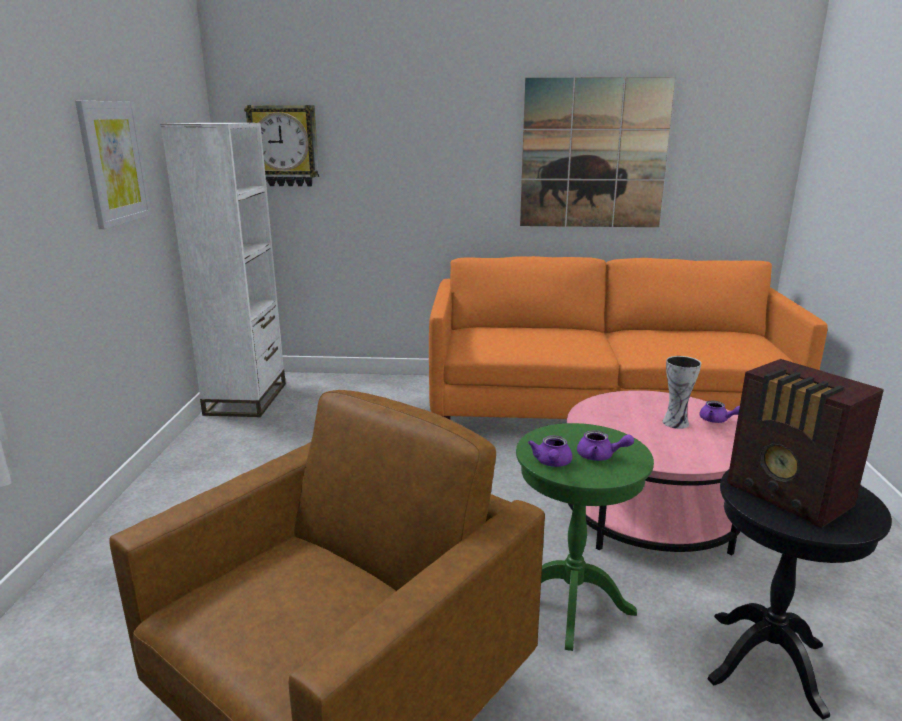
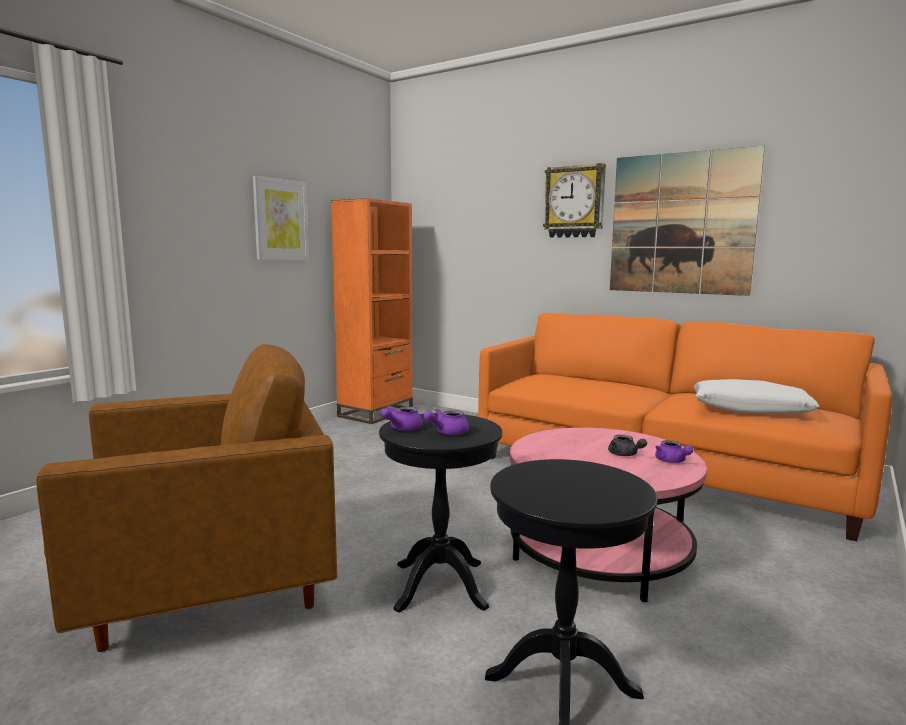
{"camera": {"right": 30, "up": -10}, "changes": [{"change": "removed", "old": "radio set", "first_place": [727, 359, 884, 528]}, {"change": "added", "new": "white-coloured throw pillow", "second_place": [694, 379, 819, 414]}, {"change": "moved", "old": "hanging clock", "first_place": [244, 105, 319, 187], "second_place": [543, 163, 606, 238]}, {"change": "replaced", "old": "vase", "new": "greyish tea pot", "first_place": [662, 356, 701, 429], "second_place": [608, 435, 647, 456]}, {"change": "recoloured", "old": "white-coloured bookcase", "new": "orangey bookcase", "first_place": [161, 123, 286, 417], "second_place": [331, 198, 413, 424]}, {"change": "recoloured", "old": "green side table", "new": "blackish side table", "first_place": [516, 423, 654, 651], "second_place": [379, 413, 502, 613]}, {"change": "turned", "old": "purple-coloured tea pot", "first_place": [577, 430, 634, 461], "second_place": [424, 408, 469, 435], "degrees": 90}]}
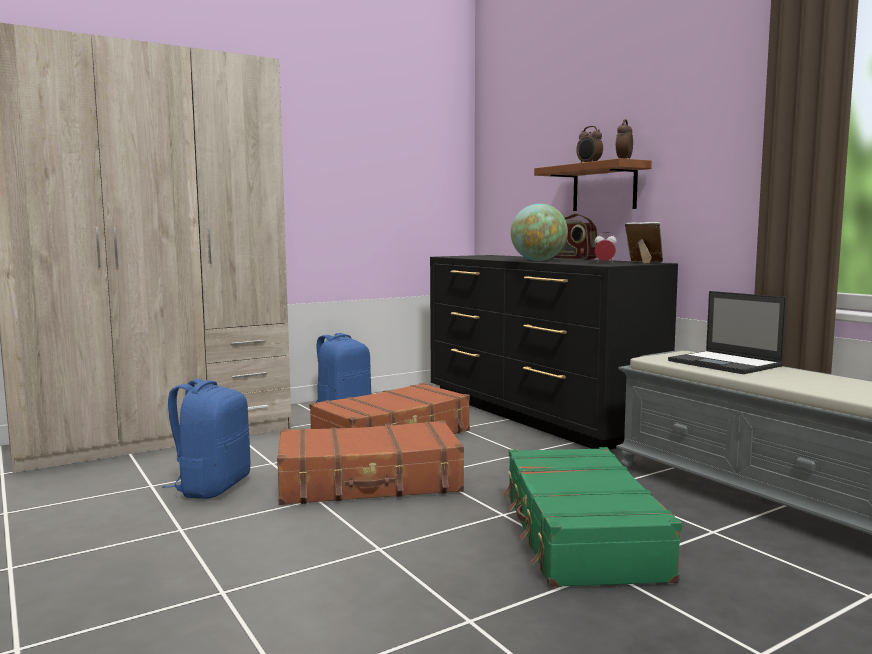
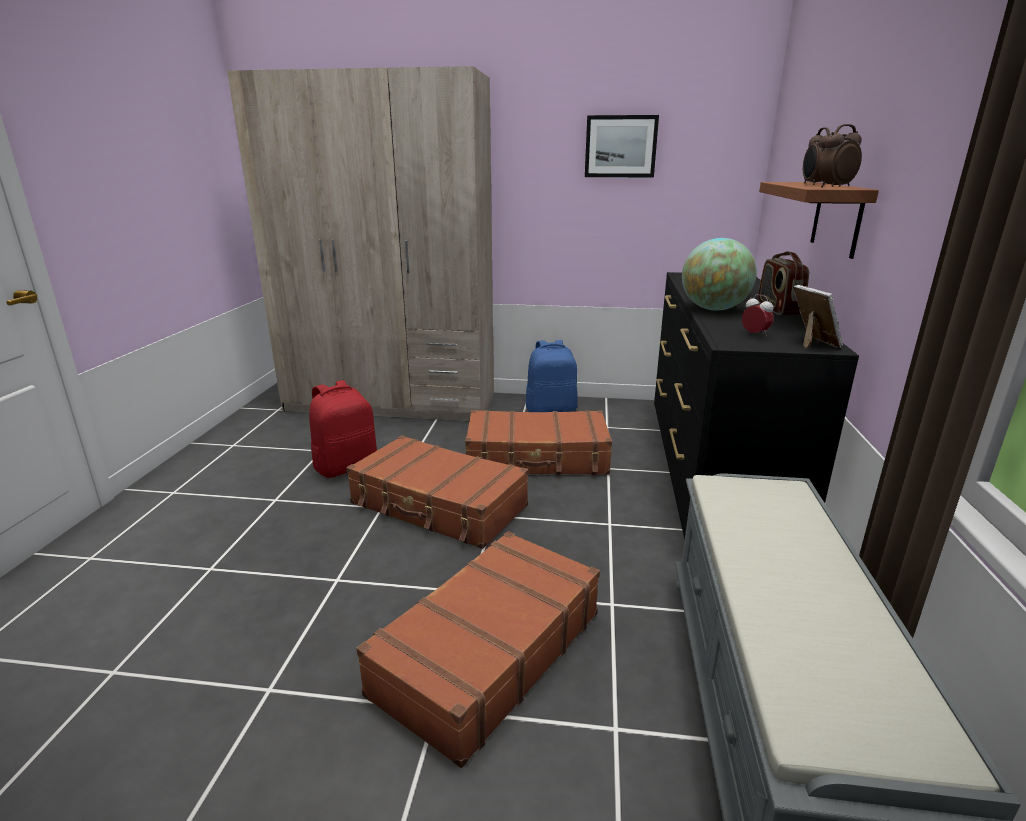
{"camera": {"right": 40, "up": 15}, "changes": [{"change": "removed", "old": "portable computer", "first_place": [668, 291, 787, 374]}, {"change": "added", "new": "wall picture", "second_place": [585, 115, 659, 177]}, {"change": "recoloured", "old": "blue-coloured knapsack", "new": "red knapsack", "first_place": [162, 379, 250, 499], "second_place": [309, 380, 377, 478]}, {"change": "recoloured", "old": "green piece of luggage", "new": "brownish piece of luggage", "first_place": [503, 447, 682, 587], "second_place": [356, 531, 600, 768]}]}
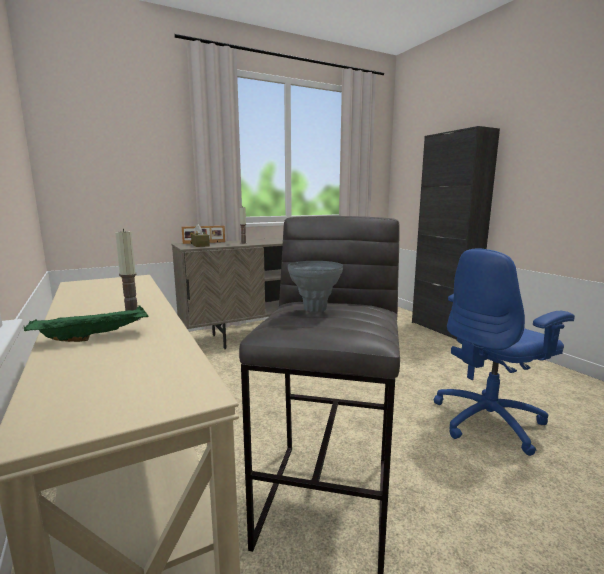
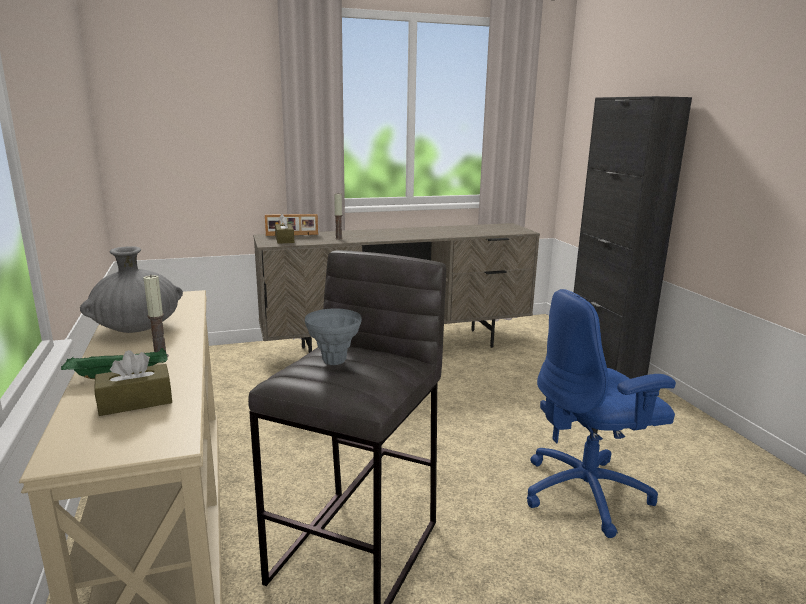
{"camera": {"right": 10, "up": 5}, "changes": [{"change": "added", "new": "greyish vase", "second_place": [80, 246, 183, 333]}, {"change": "added", "new": "brownish tissue box", "second_place": [94, 350, 172, 416]}]}
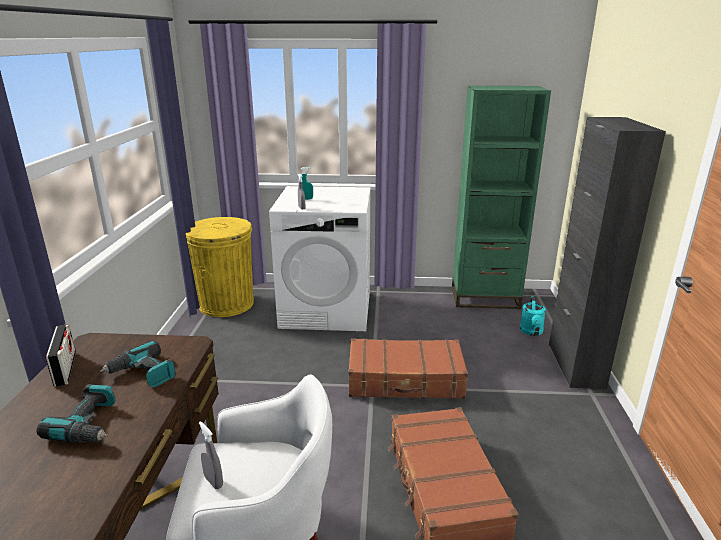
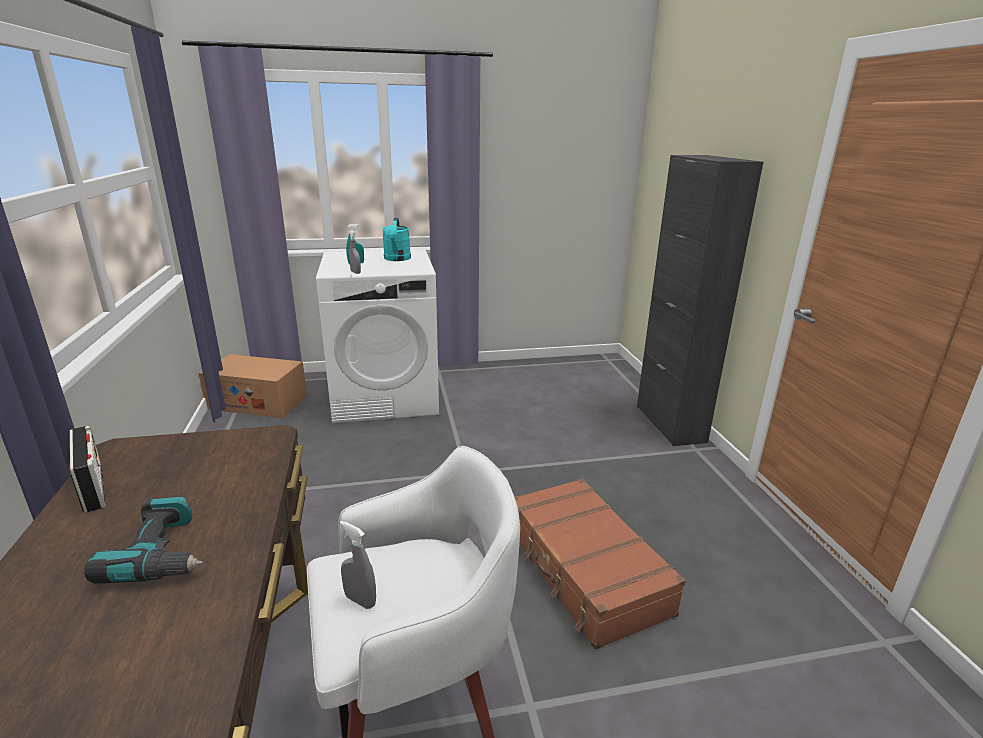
{"camera": {"right": -15, "up": 0}, "changes": [{"change": "removed", "old": "drill", "first_place": [100, 341, 175, 388]}, {"change": "removed", "old": "brownish piece of luggage", "first_place": [348, 338, 468, 399]}, {"change": "removed", "old": "green bookcase", "first_place": [452, 86, 551, 309]}, {"change": "moved", "old": "blue-green watering can", "first_place": [520, 296, 546, 336], "second_place": [382, 218, 411, 261]}, {"change": "replaced", "old": "yellow-coloured trash can", "new": "packing box", "first_place": [186, 217, 254, 317], "second_place": [199, 354, 307, 418]}]}
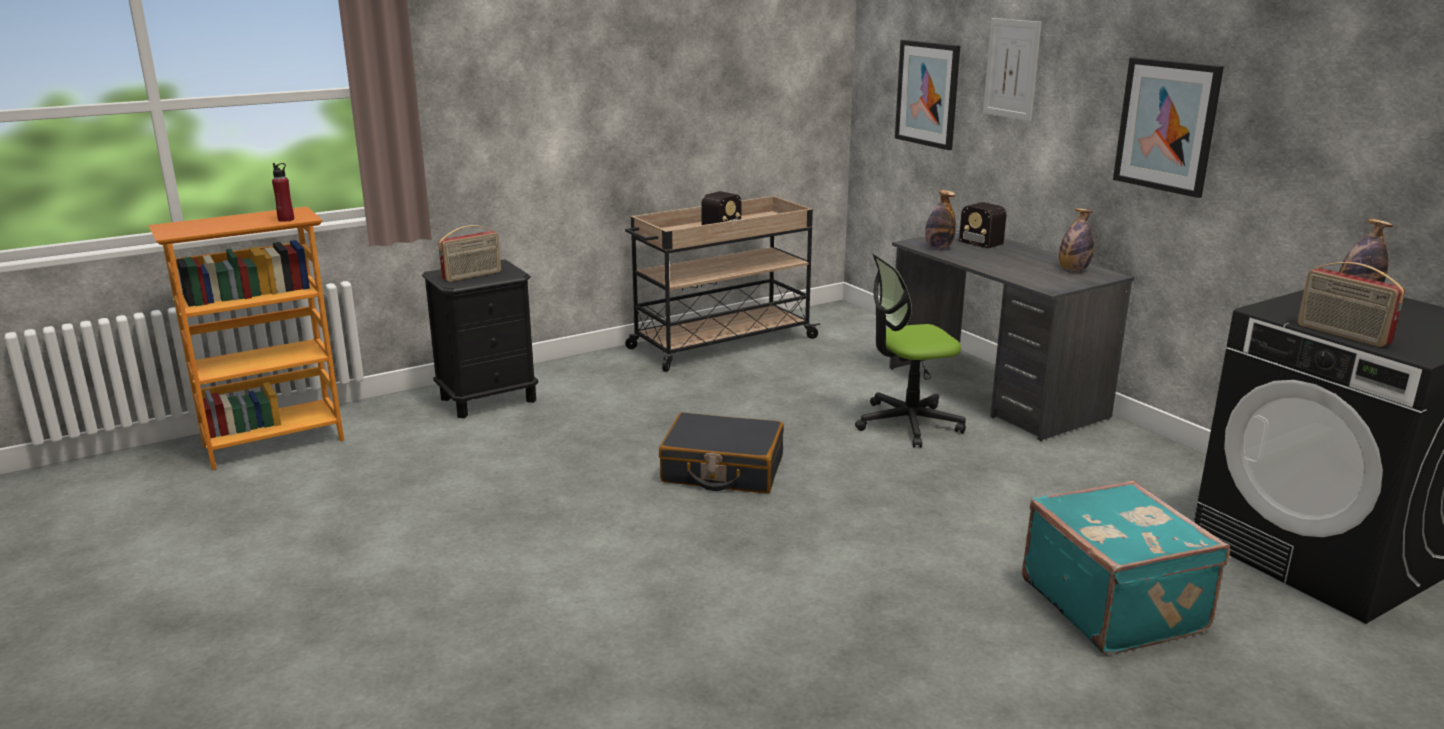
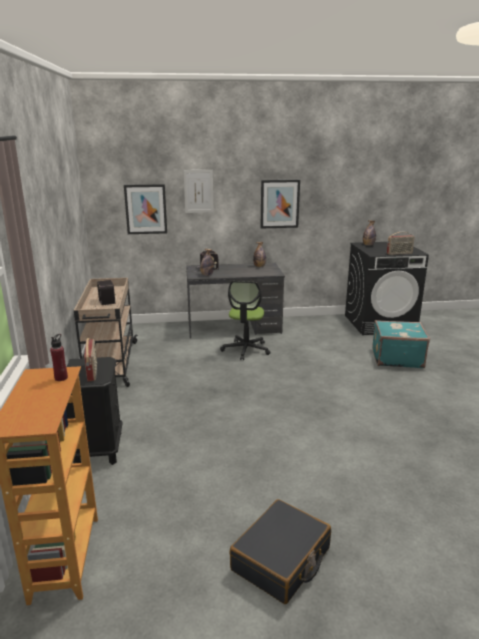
{"camera": {"right": -65, "up": 0}, "changes": [{"change": "moved", "old": "blackish piece of luggage", "first_place": [659, 412, 784, 493], "second_place": [230, 499, 331, 604]}]}
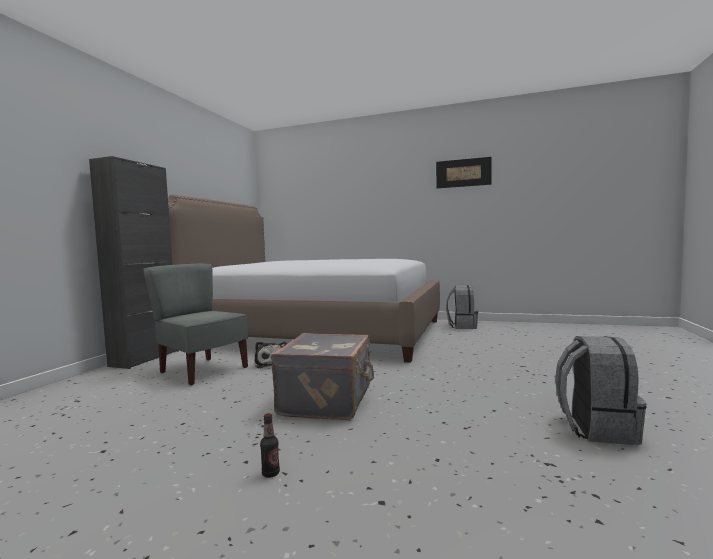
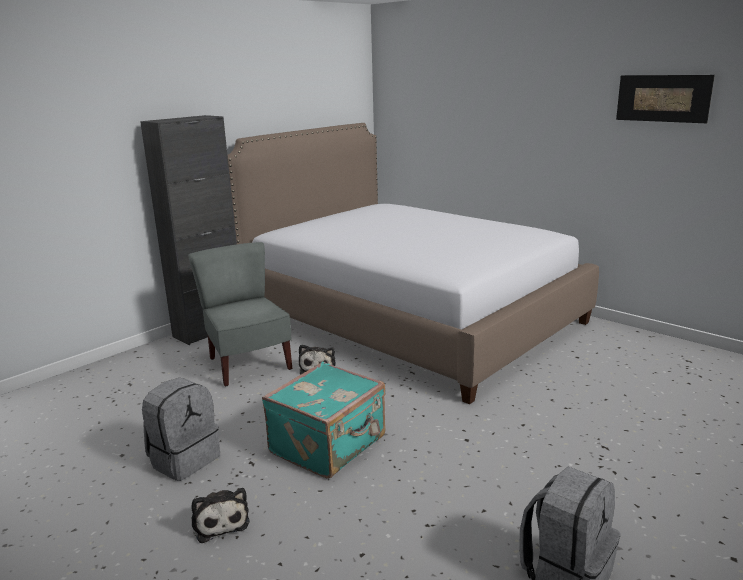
{"camera": {"right": 25, "up": 15}, "changes": [{"change": "moved", "old": "greyish knapsack", "first_place": [446, 285, 478, 329], "second_place": [142, 378, 220, 481]}, {"change": "replaced", "old": "bottle", "new": "plush toy", "first_place": [260, 413, 280, 478], "second_place": [191, 488, 250, 543]}, {"change": "recoloured", "old": "greyish piece of luggage", "new": "blue-green piece of luggage", "first_place": [271, 333, 374, 420], "second_place": [262, 362, 385, 479]}]}
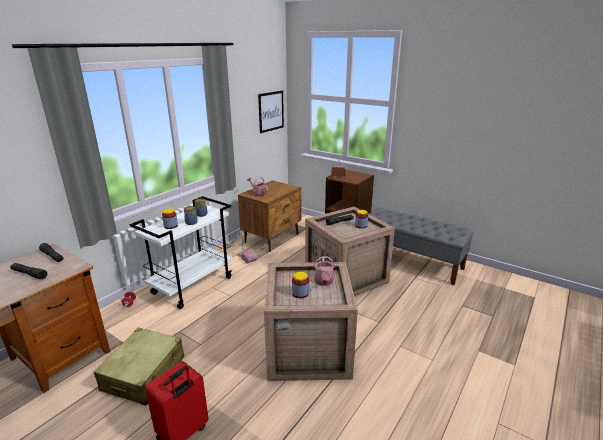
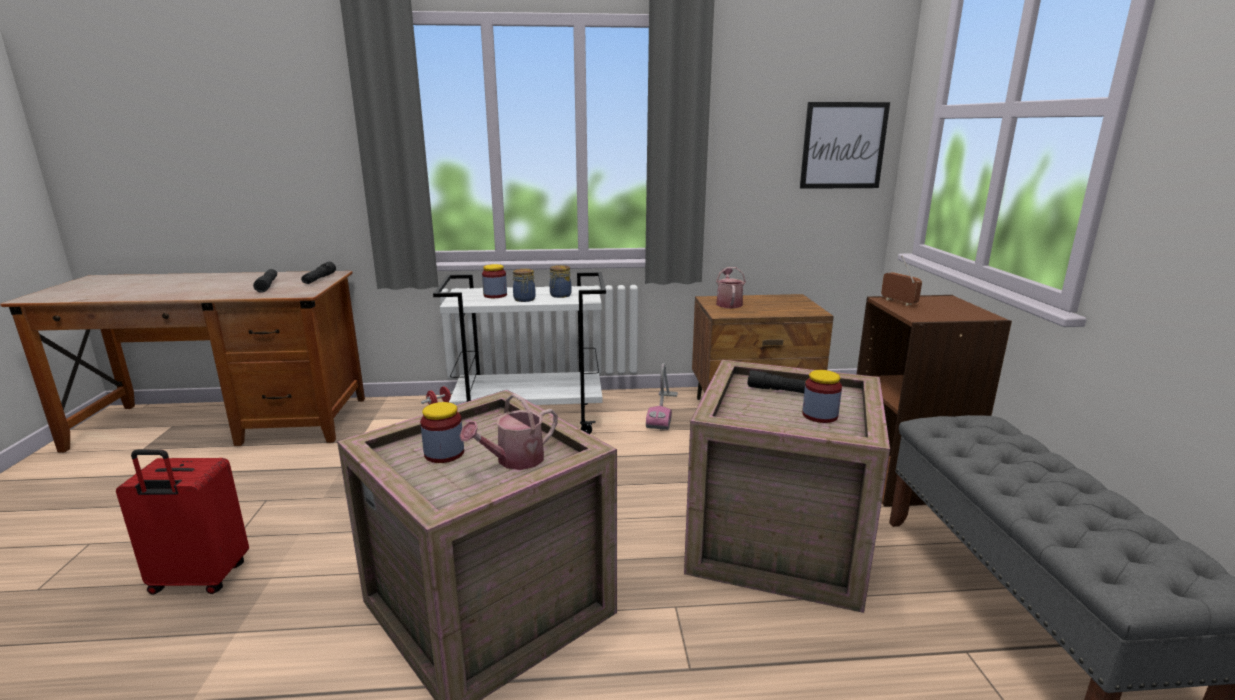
{"camera": {"right": 50, "up": -5}, "changes": [{"change": "removed", "old": "sand-coloured piece of luggage", "first_place": [94, 328, 184, 405]}]}
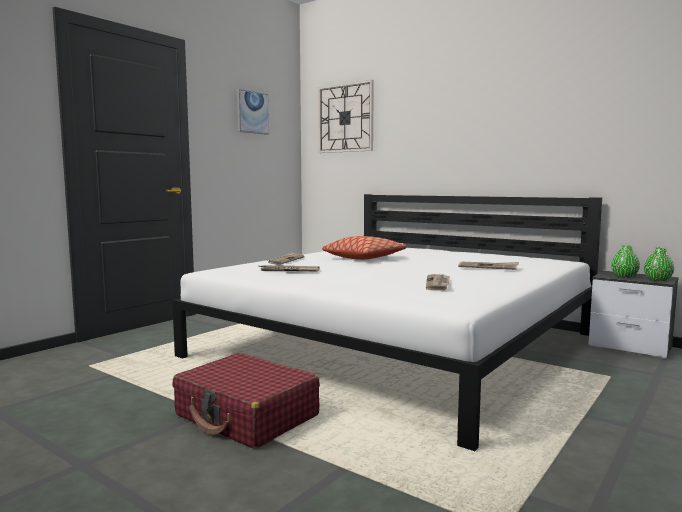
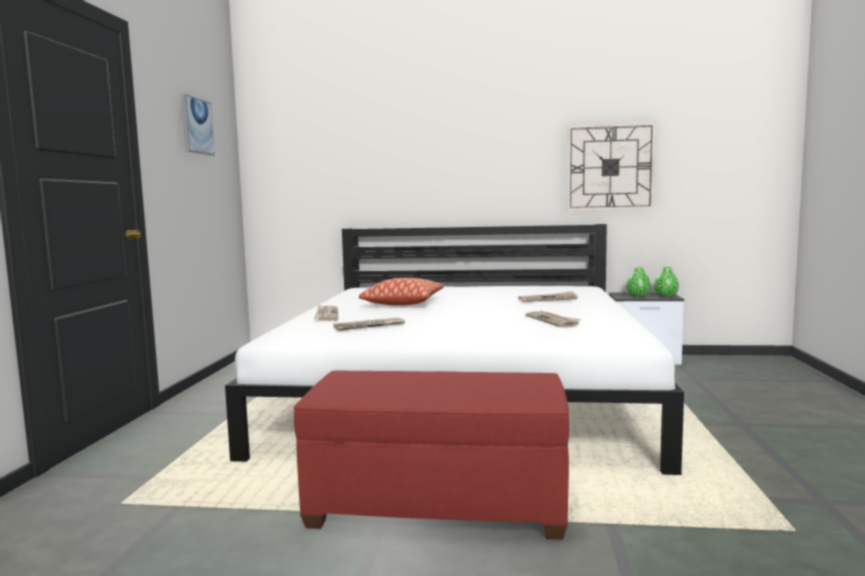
{"camera": {"right": -30, "up": 0}, "changes": [{"change": "moved", "old": "hanging clock", "first_place": [318, 80, 374, 153], "second_place": [567, 122, 656, 211]}, {"change": "replaced", "old": "red piece of luggage", "new": "red pouffe", "first_place": [172, 353, 320, 449], "second_place": [293, 371, 569, 540]}]}
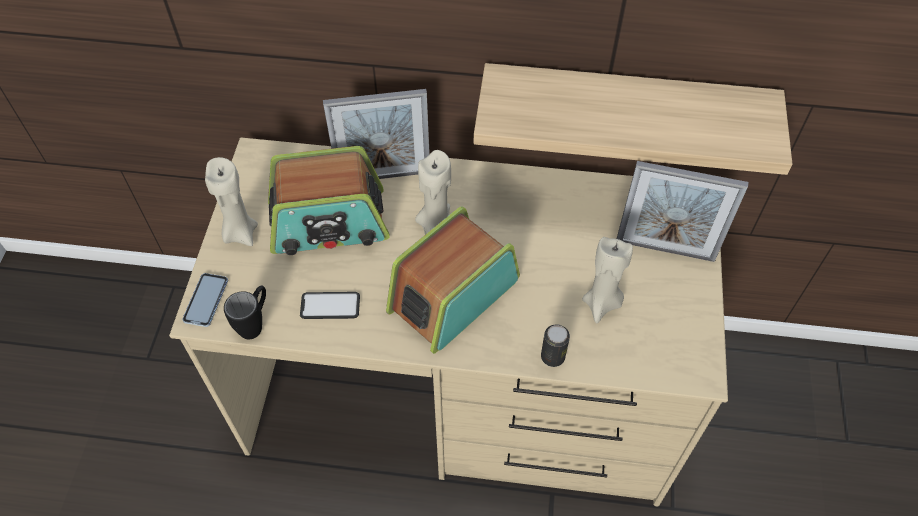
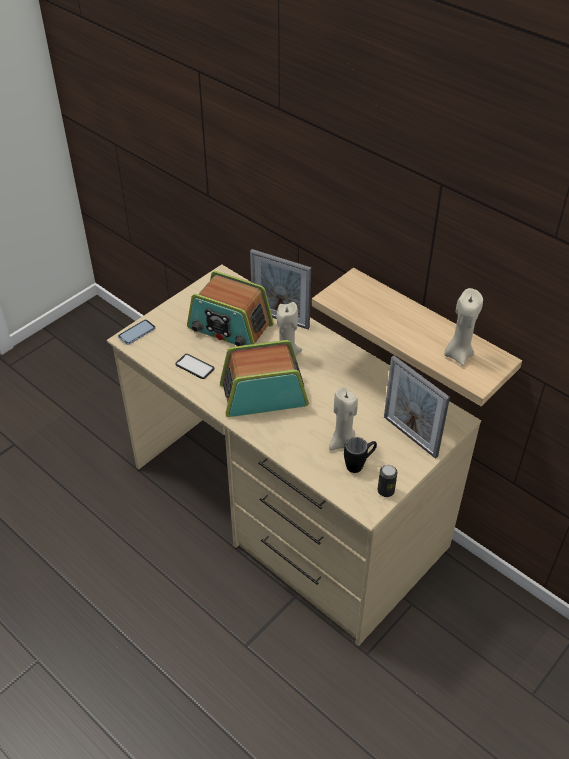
{"camera": {"right": 35, "up": -10}, "changes": [{"change": "moved", "old": "sand-coloured wax candle", "first_place": [205, 157, 258, 246], "second_place": [444, 288, 483, 366]}, {"change": "moved", "old": "blackish tea mug", "first_place": [224, 285, 266, 339], "second_place": [344, 437, 377, 473]}, {"change": "moved", "old": "sealed can", "first_place": [541, 324, 570, 367], "second_place": [378, 465, 398, 497]}]}
